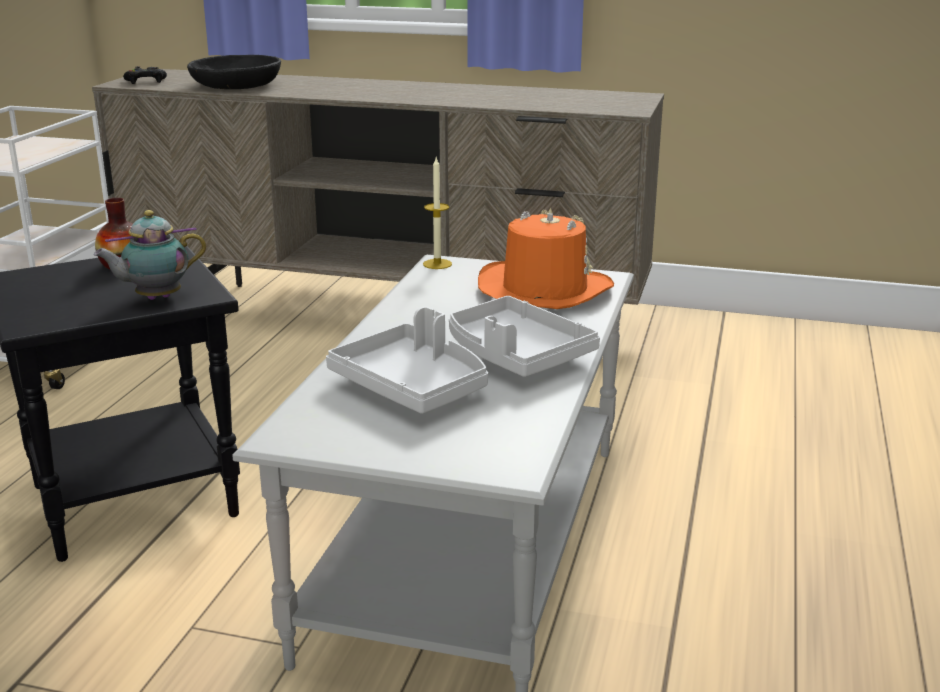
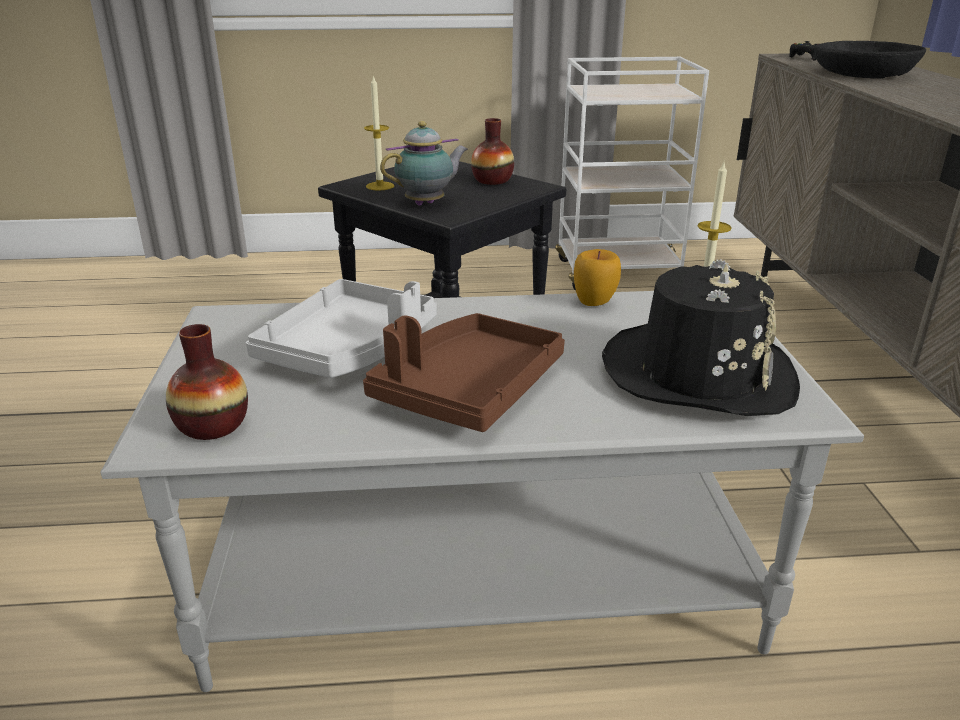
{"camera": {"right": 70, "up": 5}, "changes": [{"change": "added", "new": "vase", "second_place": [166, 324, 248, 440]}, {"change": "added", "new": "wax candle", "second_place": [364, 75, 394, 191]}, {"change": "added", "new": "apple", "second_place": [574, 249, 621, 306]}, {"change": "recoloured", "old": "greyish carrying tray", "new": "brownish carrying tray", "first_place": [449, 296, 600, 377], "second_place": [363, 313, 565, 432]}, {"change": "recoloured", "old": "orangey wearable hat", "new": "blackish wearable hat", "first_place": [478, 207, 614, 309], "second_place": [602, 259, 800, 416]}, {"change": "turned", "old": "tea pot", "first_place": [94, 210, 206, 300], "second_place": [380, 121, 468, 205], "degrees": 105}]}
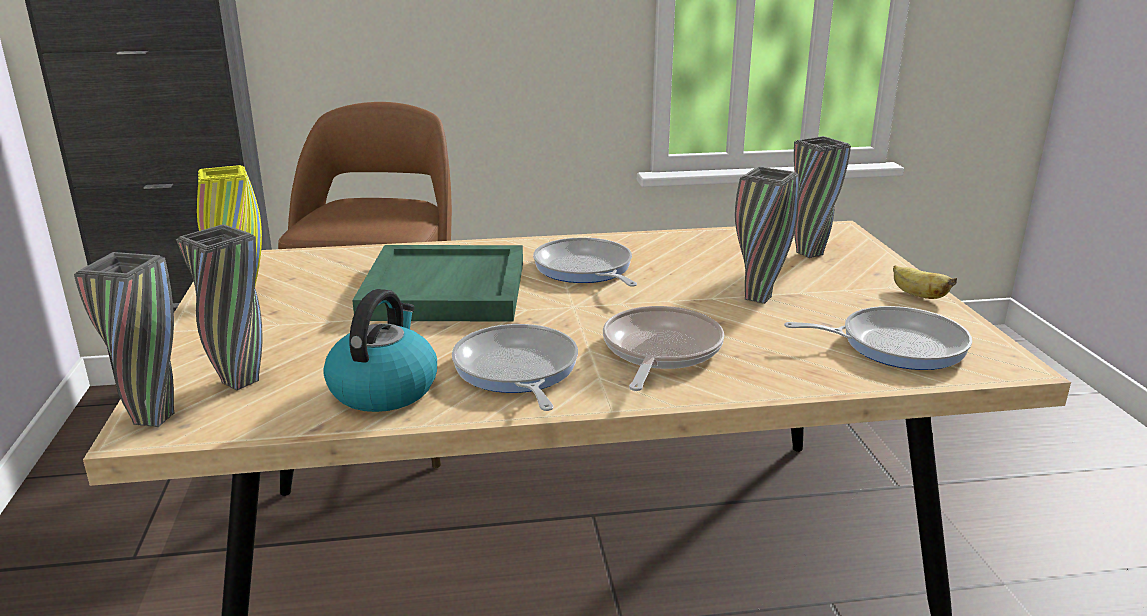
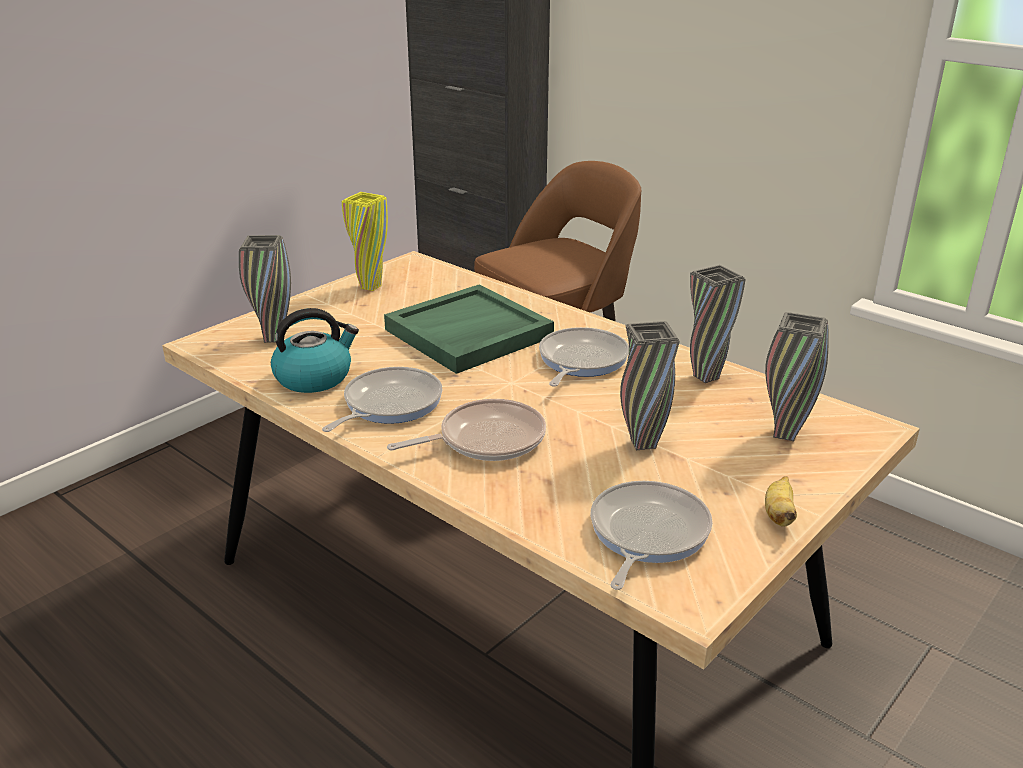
{"camera": {"right": 50, "up": 5}, "changes": [{"change": "moved", "old": "greyish vase", "first_place": [74, 252, 175, 427], "second_place": [690, 265, 746, 383]}, {"change": "turned", "old": "pan", "first_place": [784, 306, 972, 370], "second_place": [590, 481, 712, 590], "degrees": -120}]}
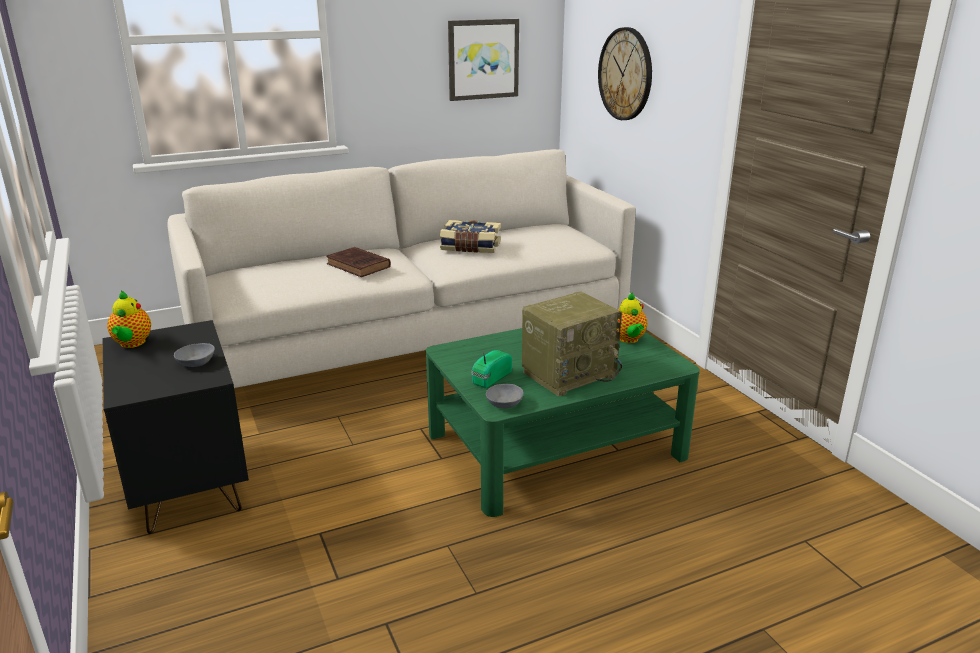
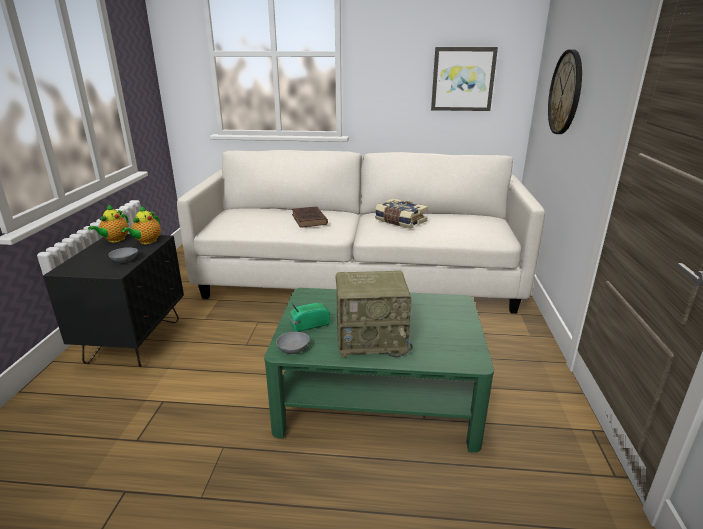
{"camera": {"right": 30, "up": 0}, "changes": [{"change": "moved", "old": "tea pot", "first_place": [617, 293, 647, 343], "second_place": [122, 206, 161, 244]}]}
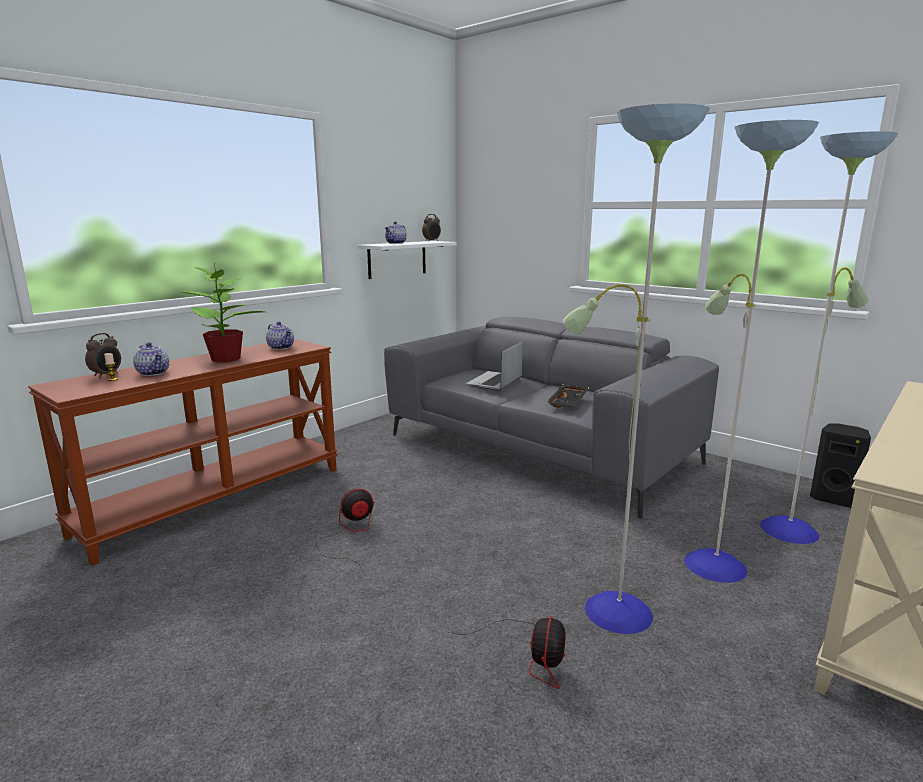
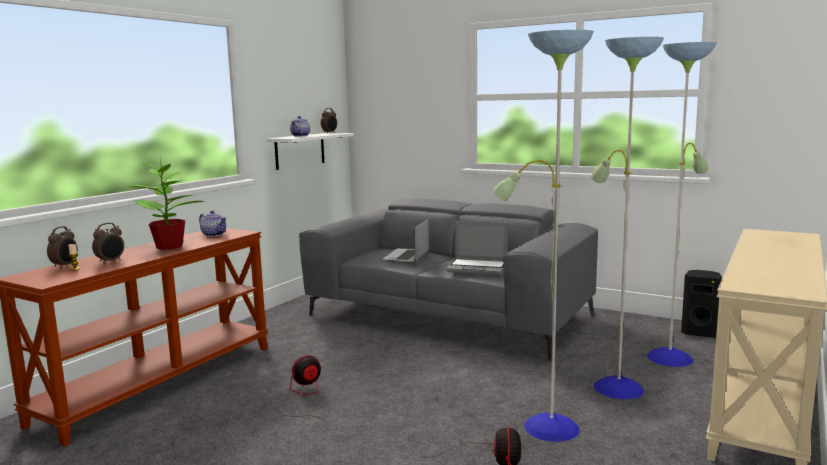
{"camera": {"right": -10, "up": -5}, "changes": [{"change": "replaced", "old": "tea pot", "new": "table clock", "first_place": [133, 342, 169, 376], "second_place": [92, 223, 124, 264]}, {"change": "replaced", "old": "blackish carrying tray", "new": "portable computer", "first_place": [546, 384, 590, 408], "second_place": [446, 221, 508, 275]}]}
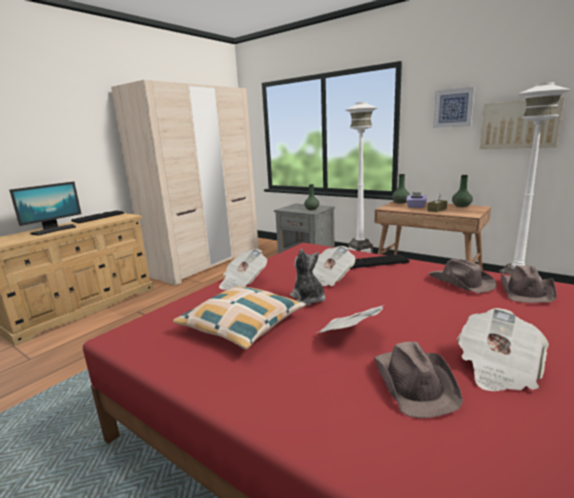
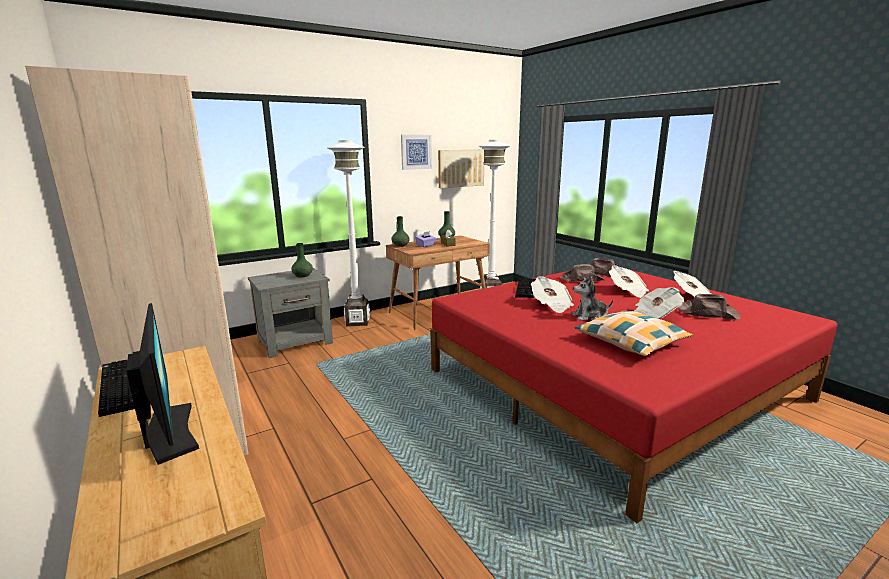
{"camera": {"right": -70, "up": 0}, "changes": [{"change": "moved", "old": "printed paper", "first_place": [219, 249, 267, 290], "second_place": [609, 265, 649, 298]}]}
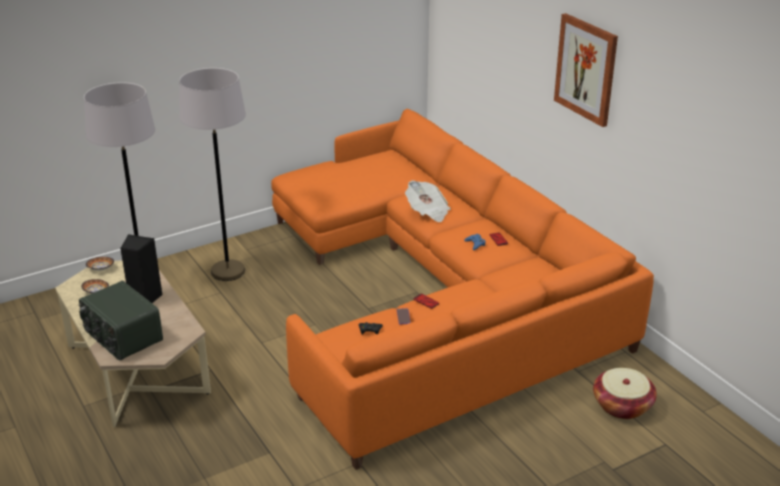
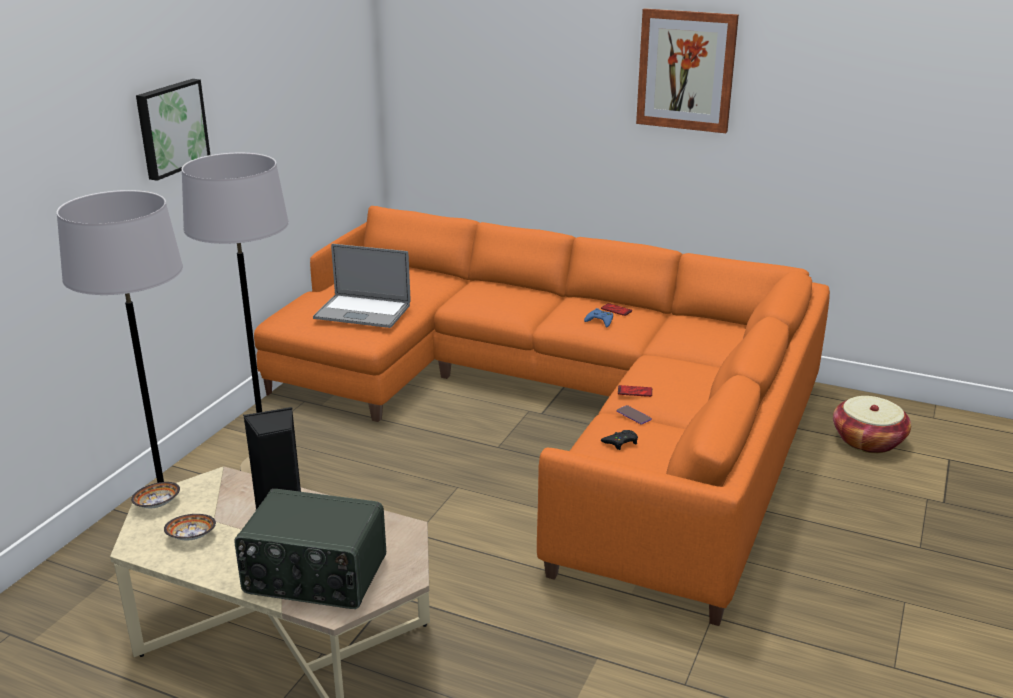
{"camera": {"right": -35, "up": -5}, "changes": [{"change": "removed", "old": "printed paper", "first_place": [405, 180, 451, 222]}, {"change": "added", "new": "wall picture", "second_place": [136, 79, 210, 181]}, {"change": "added", "new": "portable computer", "second_place": [313, 244, 411, 328]}]}
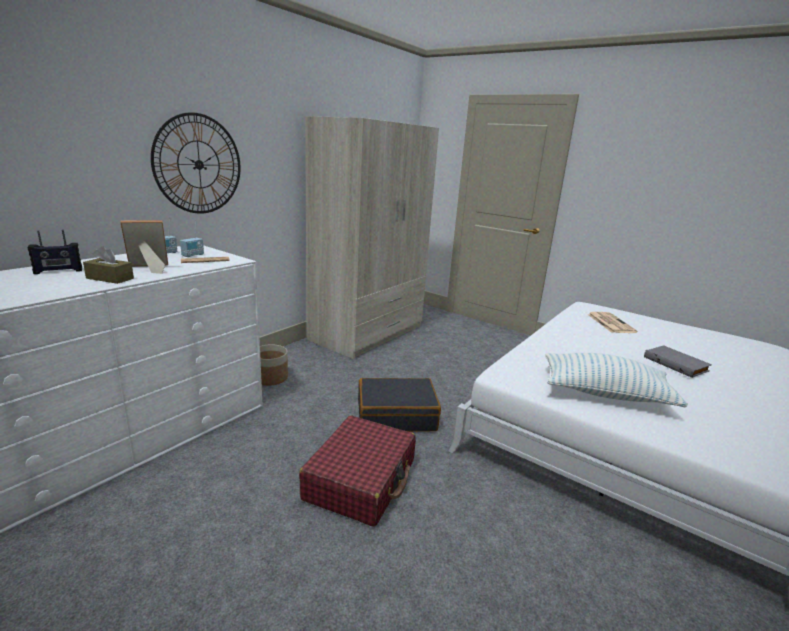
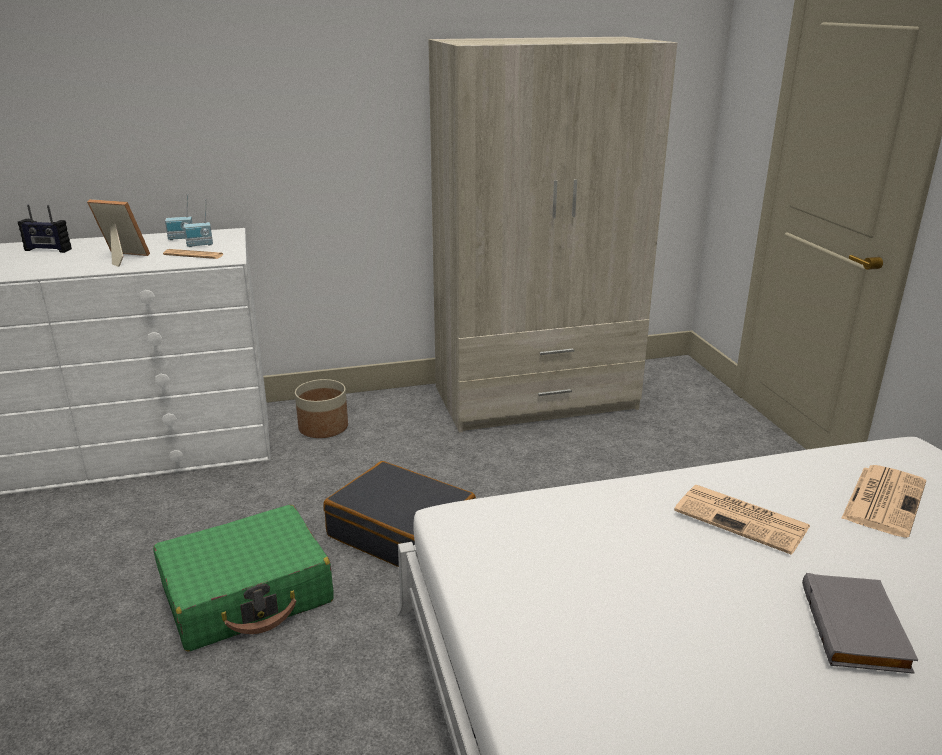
{"camera": {"right": 40, "up": 5}, "changes": [{"change": "removed", "old": "brownish tissue box", "first_place": [83, 246, 134, 284]}, {"change": "removed", "old": "hanging clock", "first_place": [151, 112, 241, 214]}, {"change": "removed", "old": "throw pillow", "first_place": [545, 353, 688, 407]}, {"change": "added", "new": "printed paper", "second_place": [674, 485, 810, 555]}, {"change": "recoloured", "old": "red piece of luggage", "new": "green piece of luggage", "first_place": [299, 415, 416, 527], "second_place": [153, 505, 334, 651]}]}
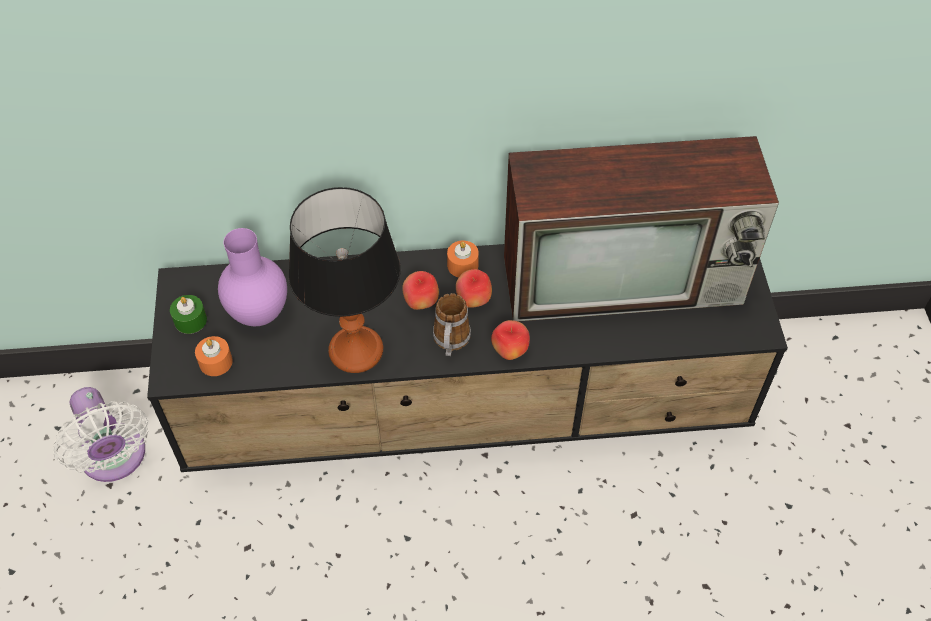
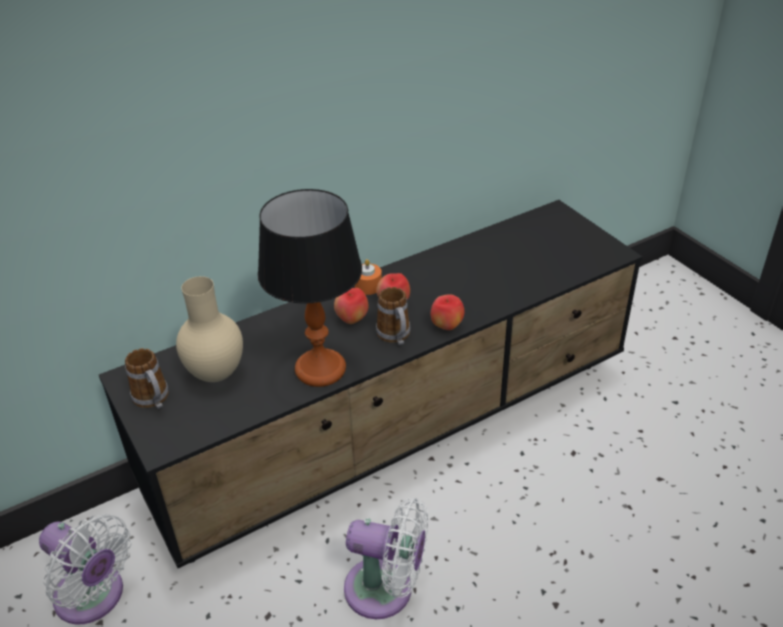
{"camera": {"right": -25, "up": -15}, "changes": [{"change": "removed", "old": "orangey wax candle", "first_place": [195, 336, 233, 376]}, {"change": "removed", "old": "TV", "first_place": [504, 136, 779, 321]}, {"change": "added", "new": "white-coloured cooling fan", "second_place": [344, 498, 428, 619]}, {"change": "replaced", "old": "green wax candle", "new": "tea mug", "first_place": [170, 295, 207, 334], "second_place": [125, 348, 169, 409]}, {"change": "recoloured", "old": "purple-coloured vase", "new": "sand-coloured vase", "first_place": [218, 228, 287, 326], "second_place": [176, 276, 243, 382]}]}
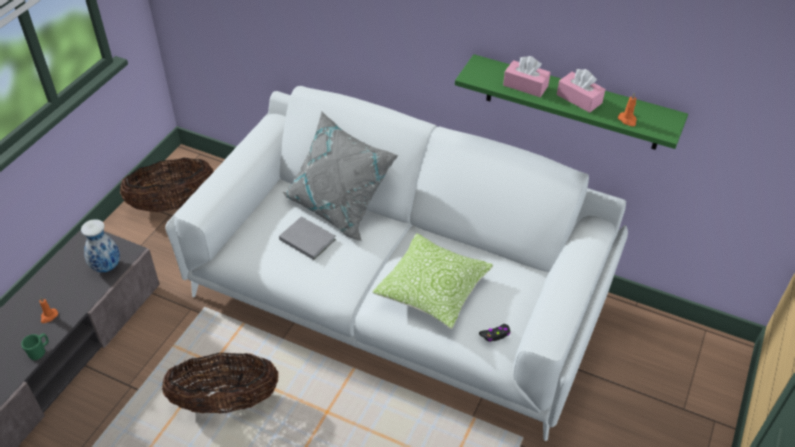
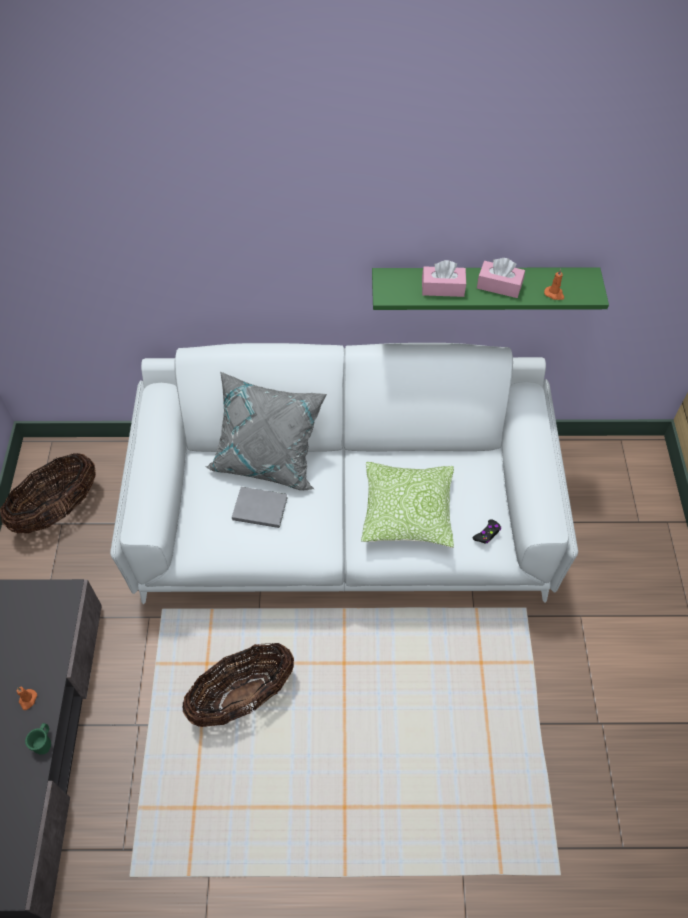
{"camera": {"right": -25, "up": 10}, "changes": [{"change": "removed", "old": "vase", "first_place": [81, 219, 120, 272]}]}
